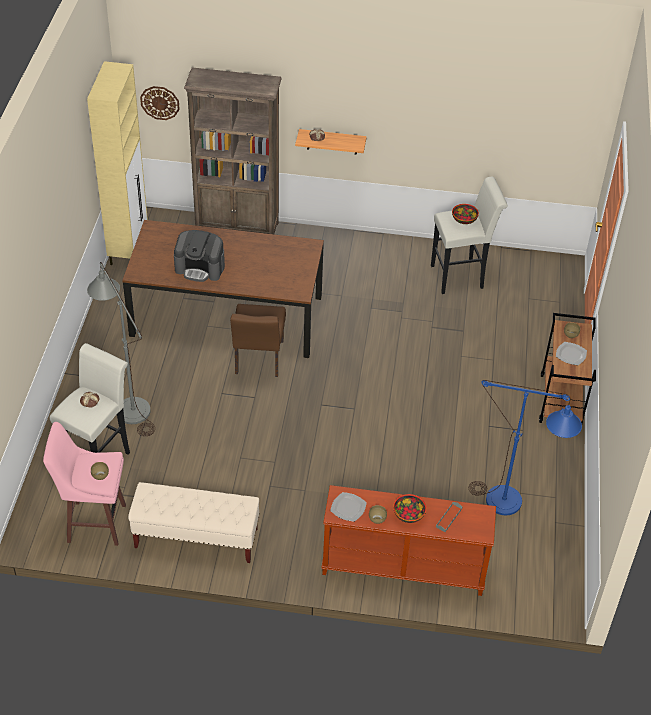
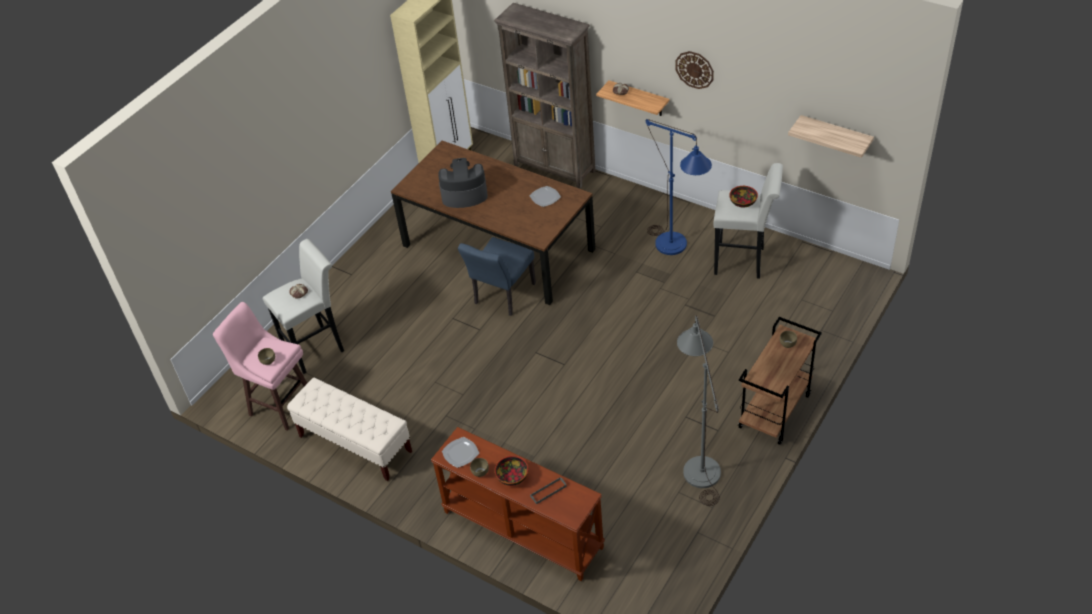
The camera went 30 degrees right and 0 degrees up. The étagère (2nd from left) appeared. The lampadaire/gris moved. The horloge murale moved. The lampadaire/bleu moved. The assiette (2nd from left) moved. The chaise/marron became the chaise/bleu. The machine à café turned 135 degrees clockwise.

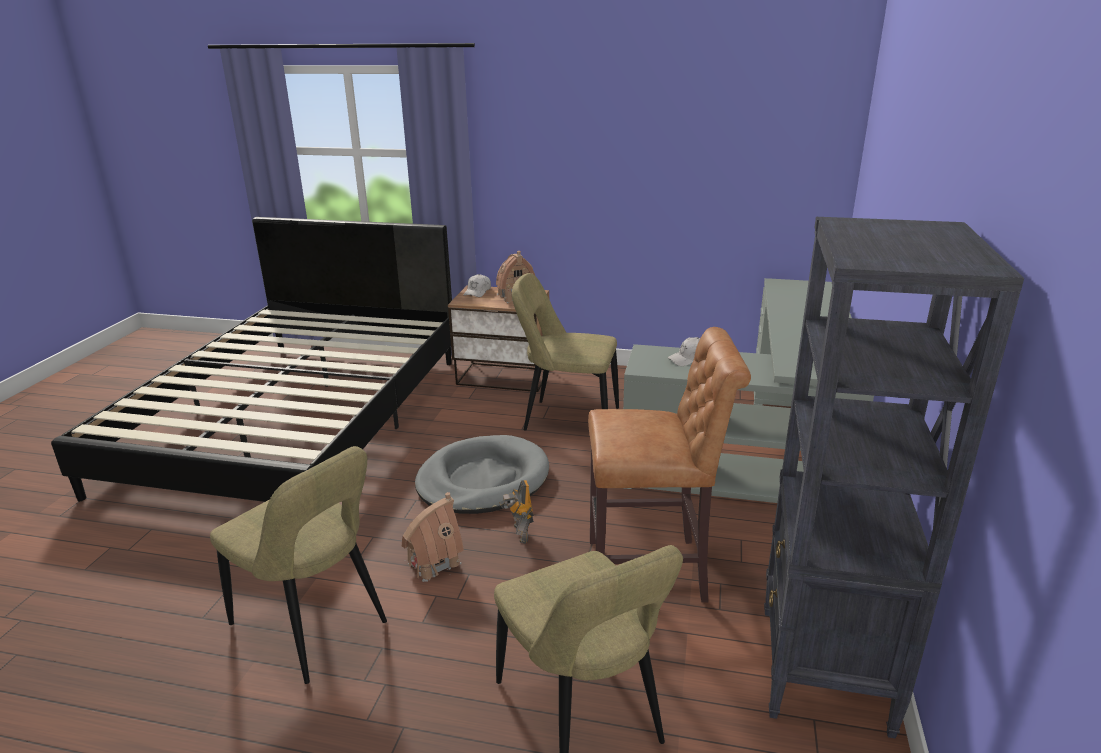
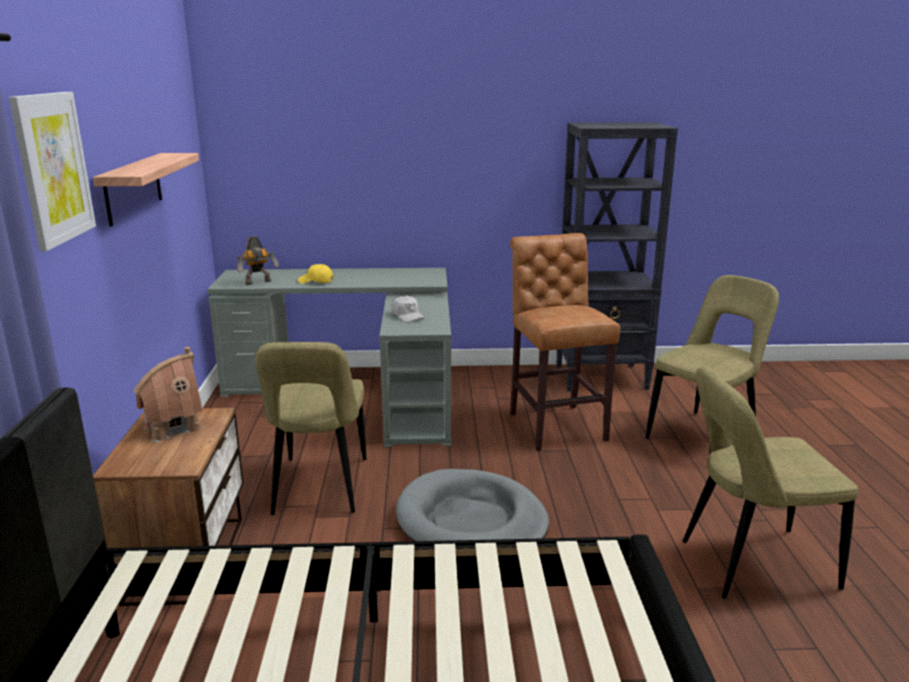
The camera went 105 degrees left and 5 degrees down. The maison miniature (1st from left) disappeared. The casquette/blanc (1st from left) disappeared. The tableau appeared. The étagère appeared. The casquette/jaune appeared. The robot jouet moved. The chaise/beige (1st from left in the first image) turned 120 degrees counterclockwise.

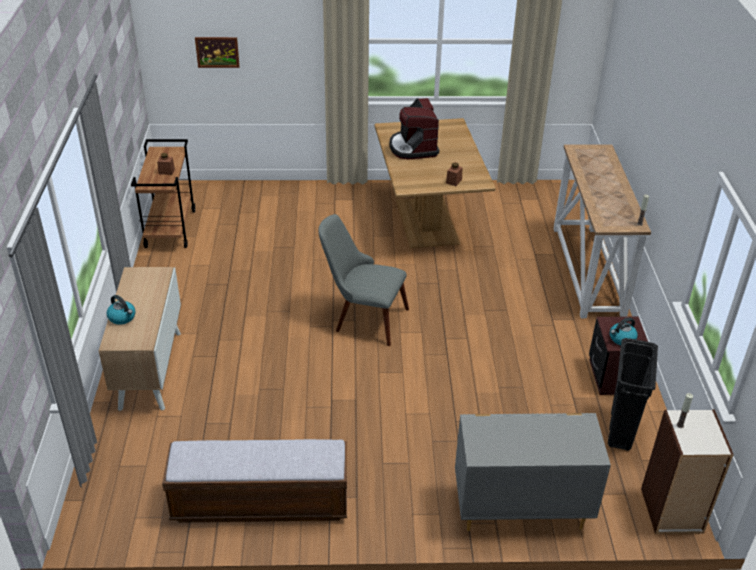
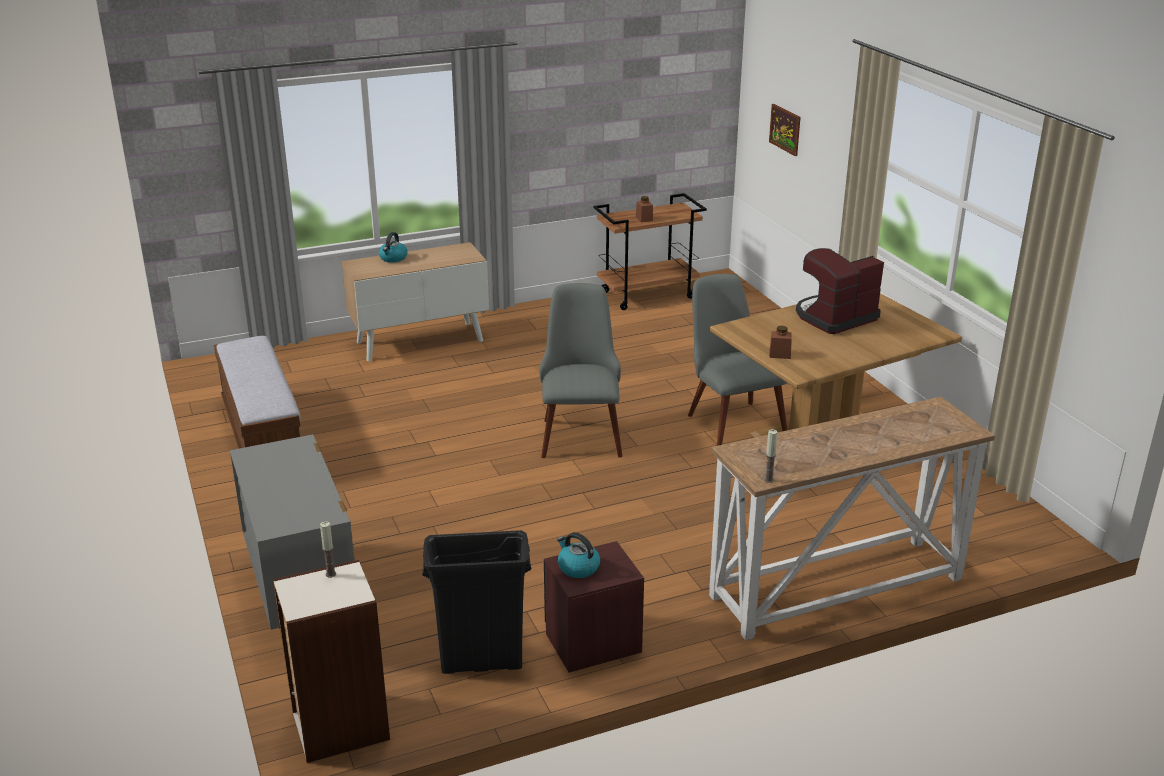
The camera went 70 degrees right and 10 degrees down. The chaise/gris (2nd from left) appeared.

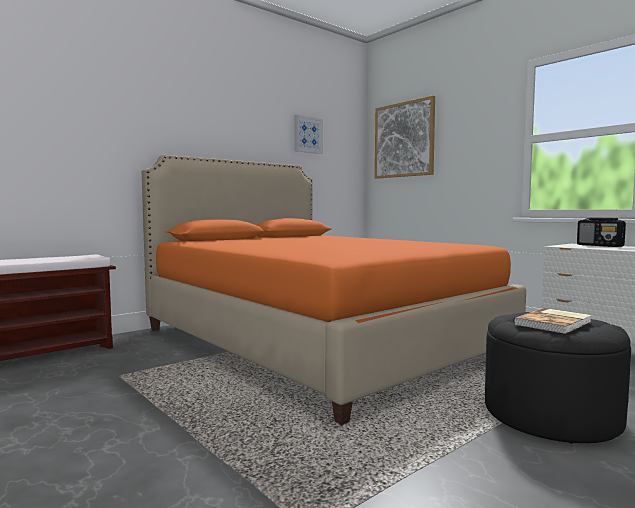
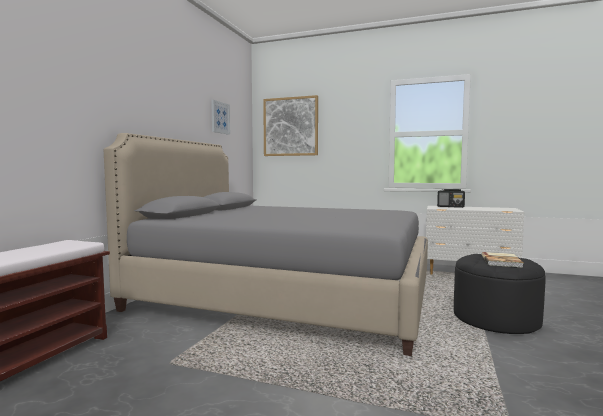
The camera went 30 degrees left and 0 degrees up. The lit/orange became the lit/gris.

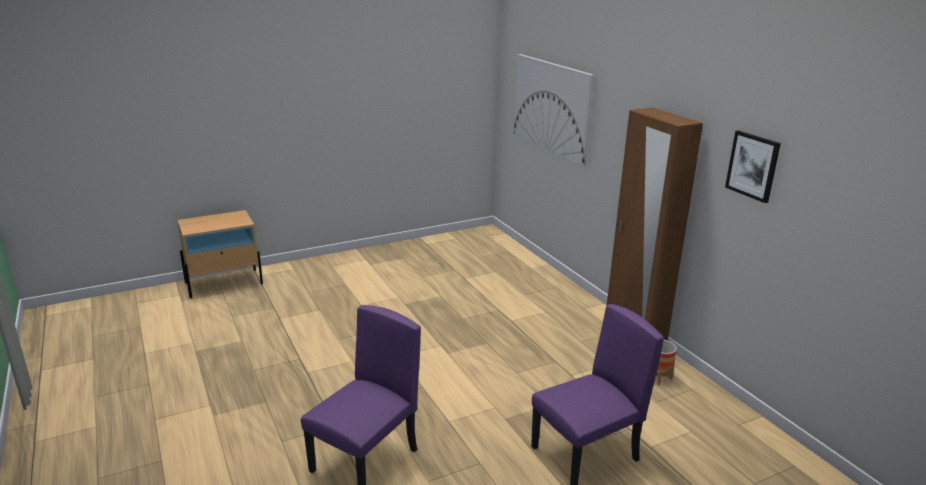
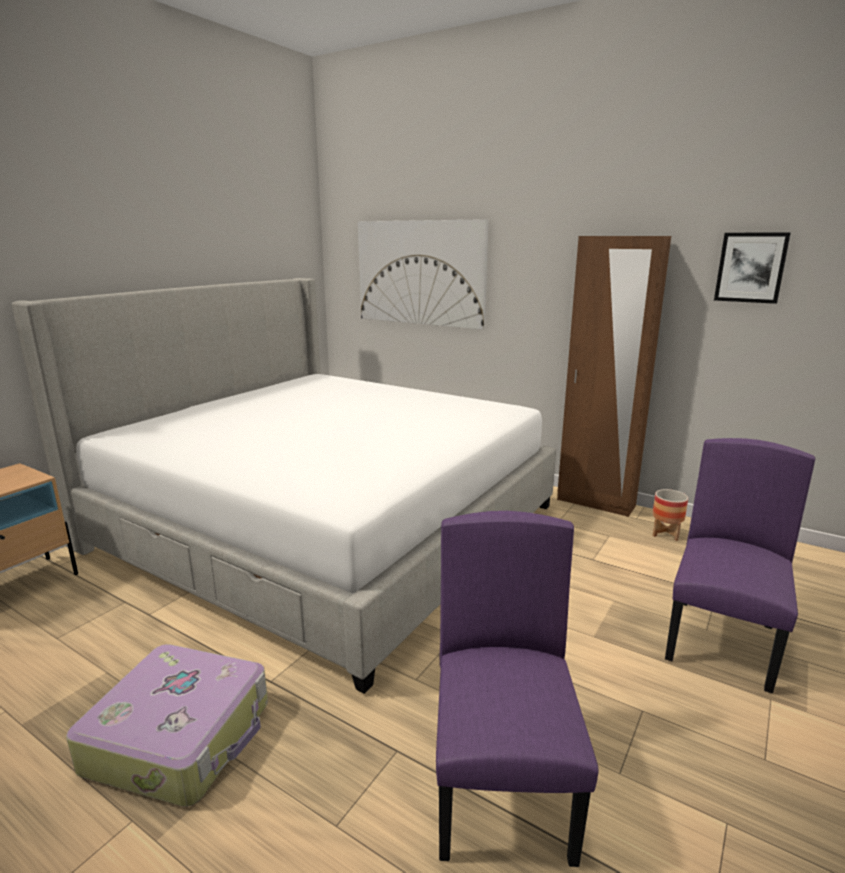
The camera went 30 degrees left and 5 degrees down. The lit appeared. The valise appeared.

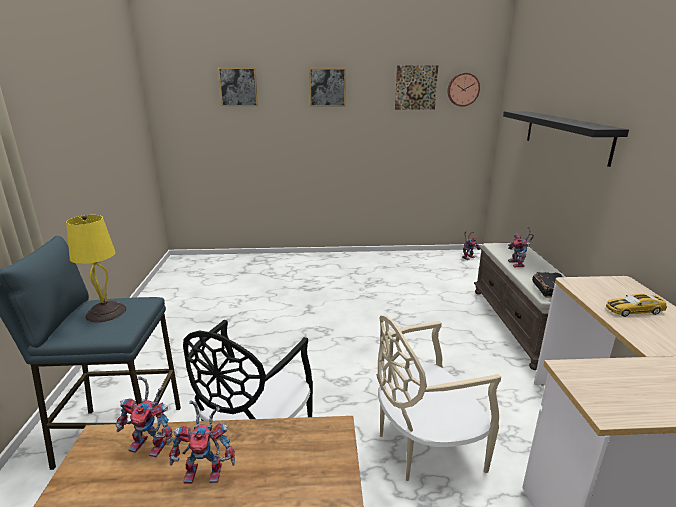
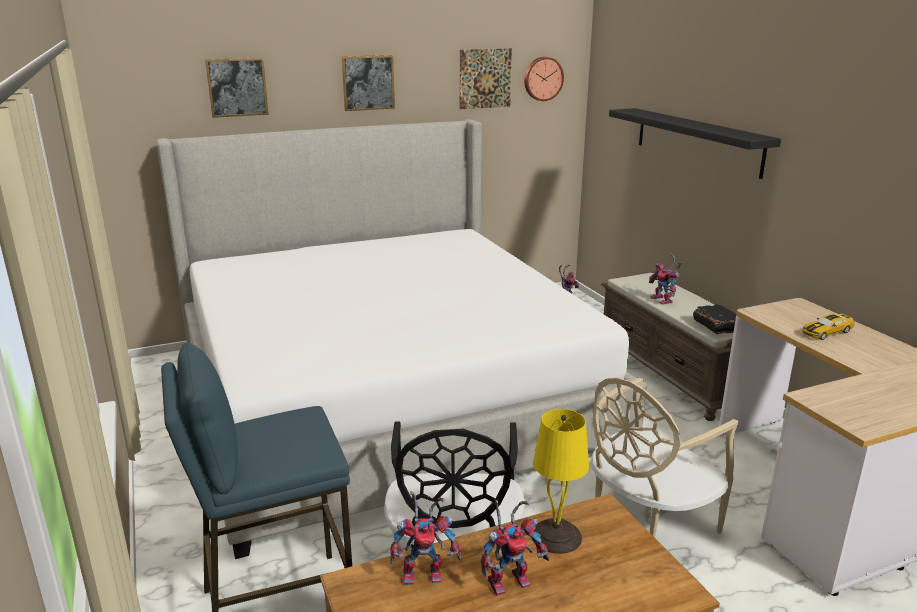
The camera went 20 degrees left and 0 degrees up. The lit appeared. The lampe de table/jaune moved.

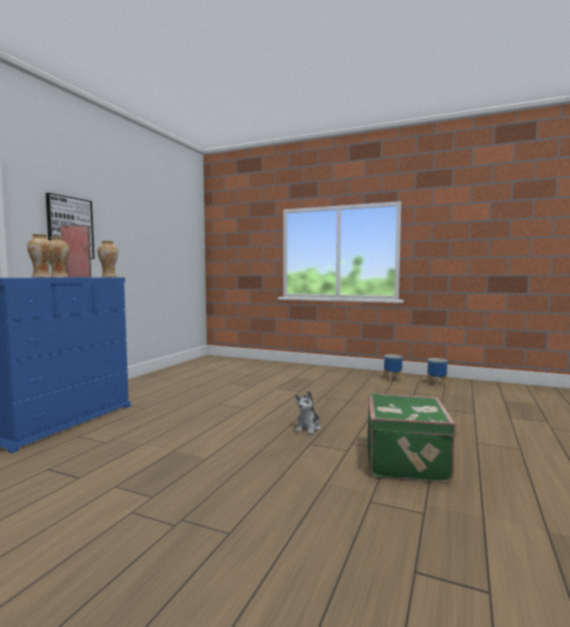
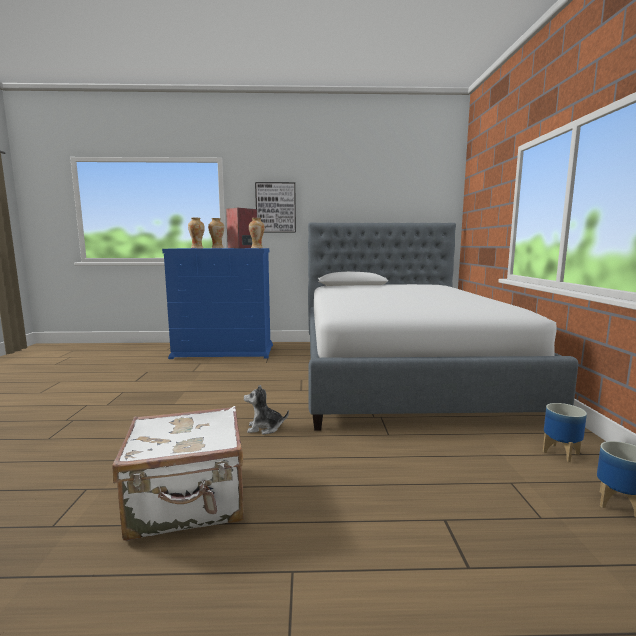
The camera went 65 degrees right and 5 degrees up. The lit appeared. The valise/vert became the valise/blanc.

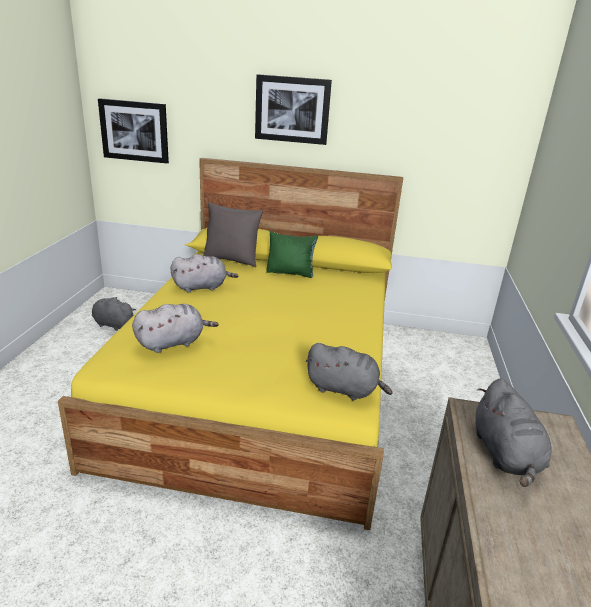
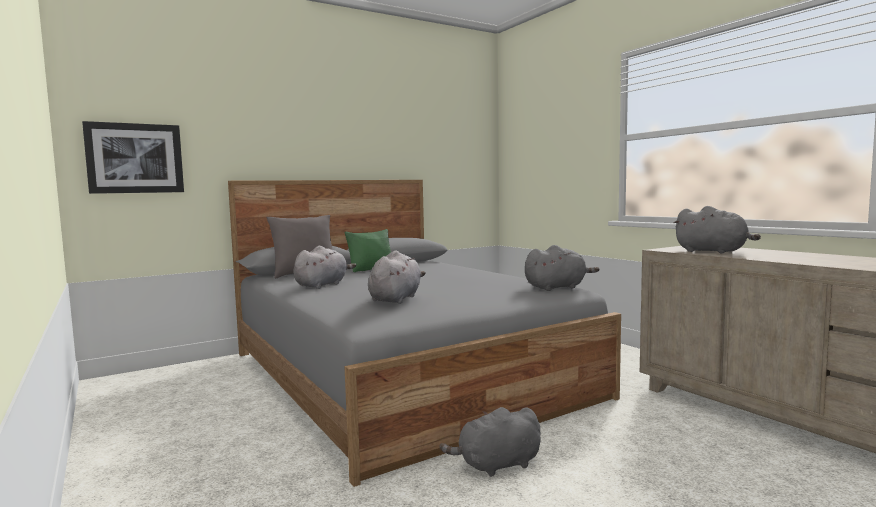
The camera went 40 degrees left and 20 degrees down. The tableau (2nd from left) disappeared. The peluche/gris (1st from left in the first image) moved. The lit/jaune became the lit/gris.

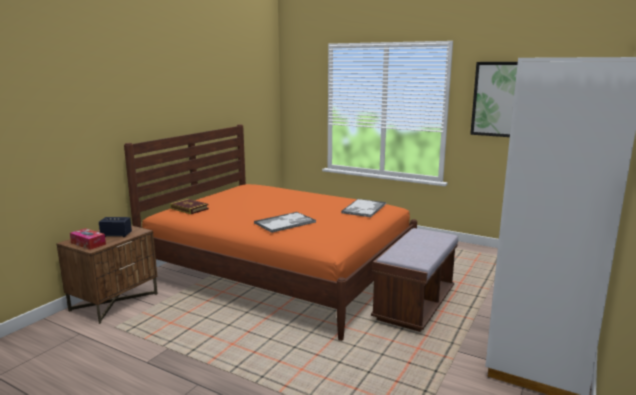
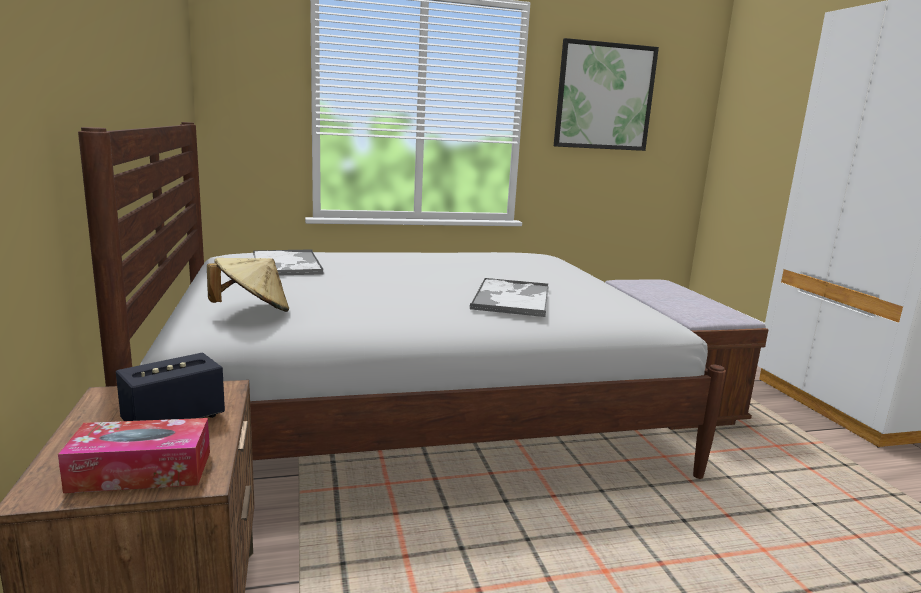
The camera went 45 degrees left and 0 degrees up. The plateau (2nd from left in the first image) moved. The livre was replaced by the chapeau/beige. The lit/orange became the lit/blanc.

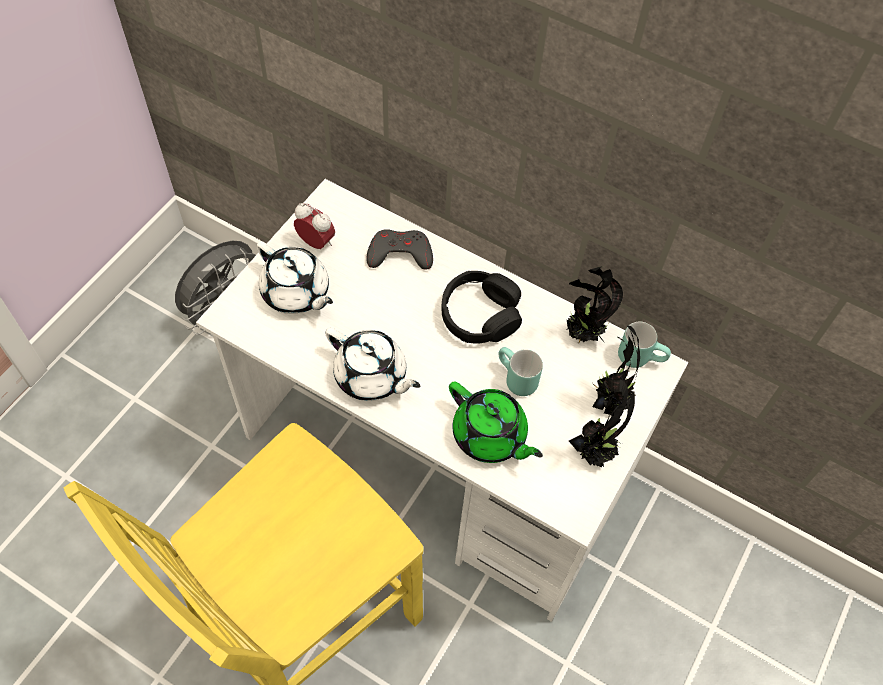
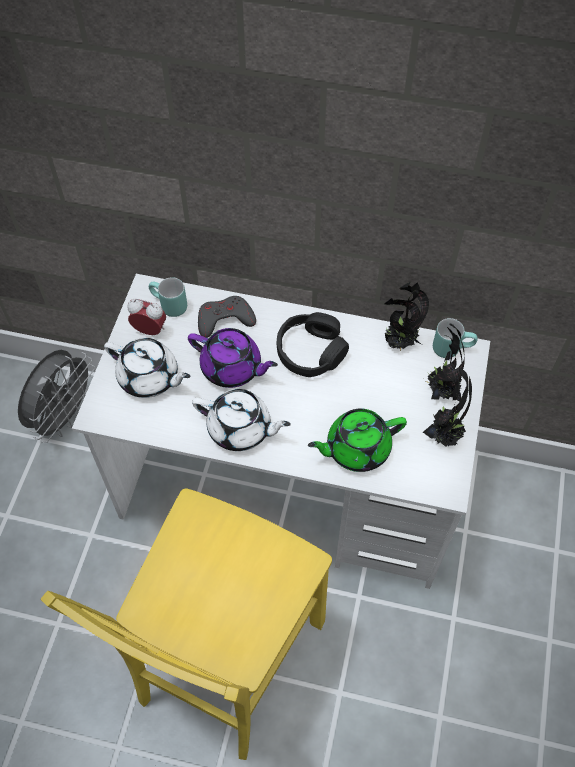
The camera went 15 degrees left and 0 degrees up. The théière/violet appeared. The mug/turquoise (1st from left) moved. The théière/vert turned 135 degrees clockwise.

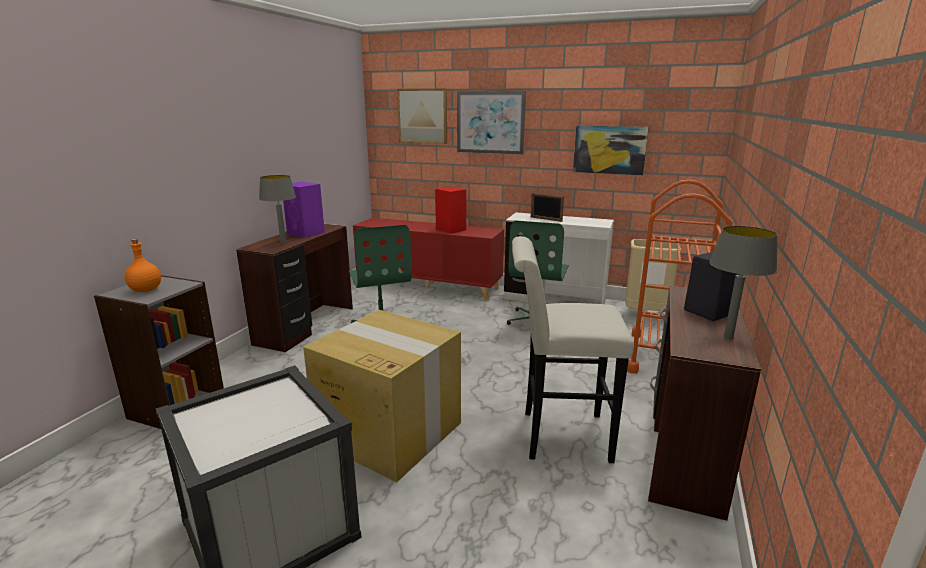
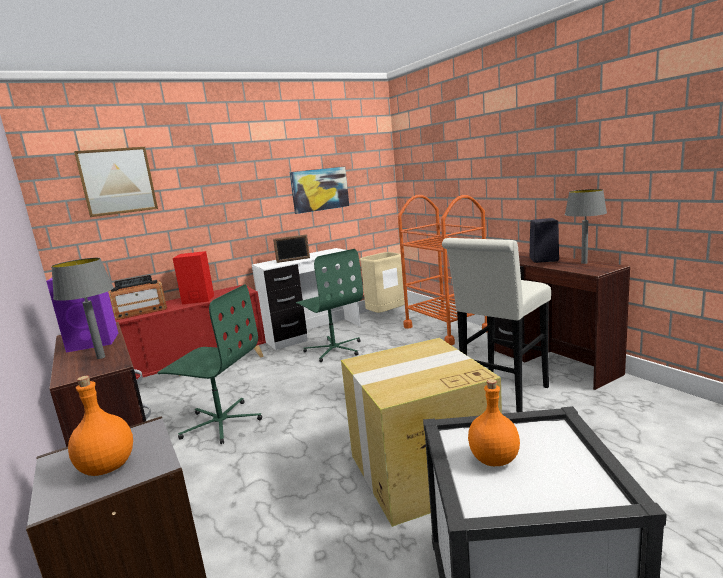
The camera went 50 degrees left and 5 degrees down. The tableau (2nd from left) disappeared. The radio appeared. The bouteille/orange (2nd from left) appeared.

